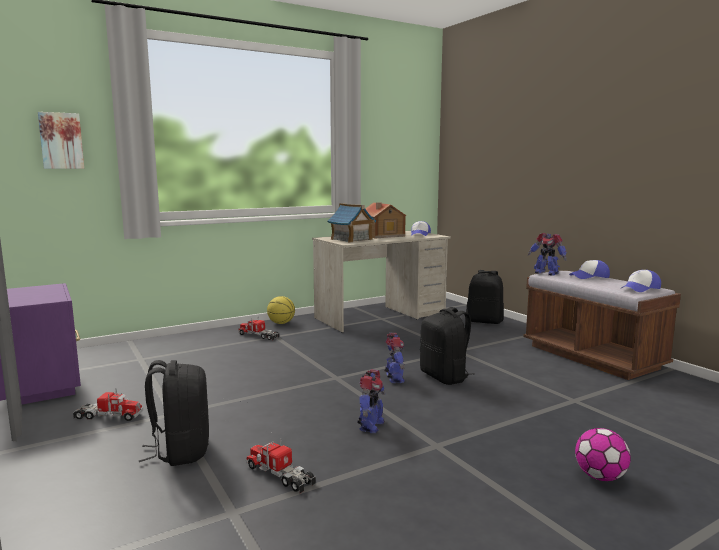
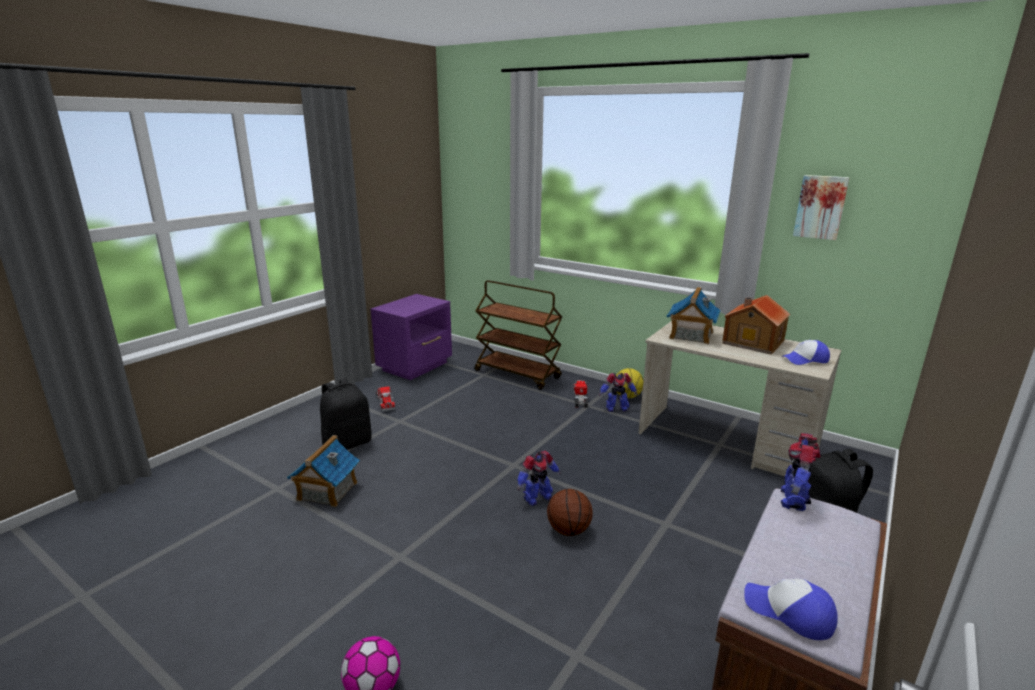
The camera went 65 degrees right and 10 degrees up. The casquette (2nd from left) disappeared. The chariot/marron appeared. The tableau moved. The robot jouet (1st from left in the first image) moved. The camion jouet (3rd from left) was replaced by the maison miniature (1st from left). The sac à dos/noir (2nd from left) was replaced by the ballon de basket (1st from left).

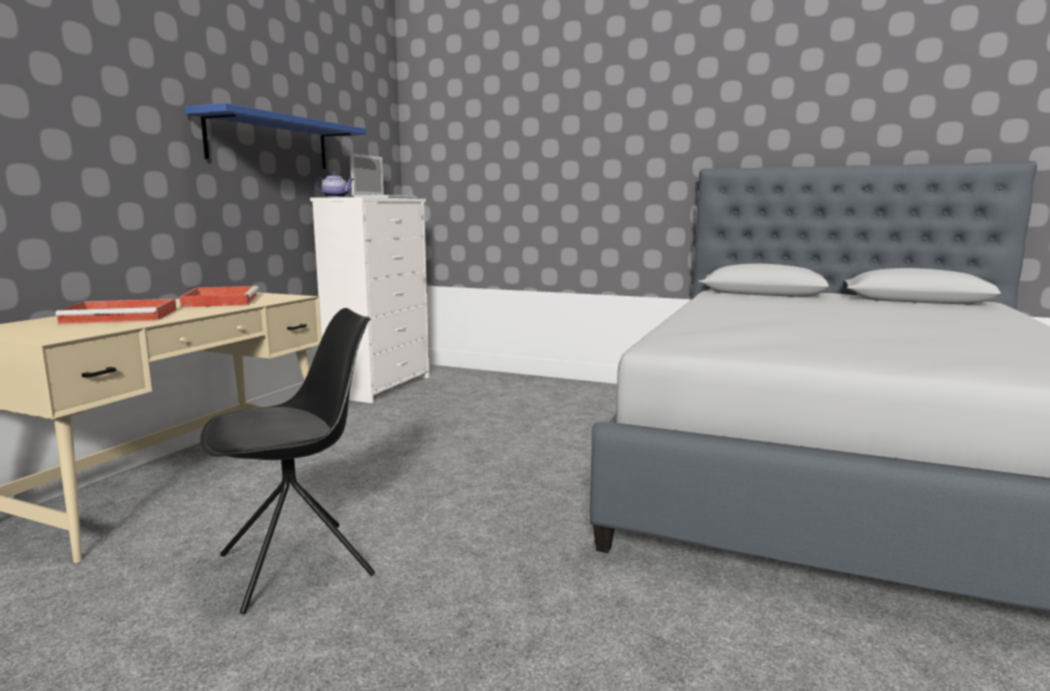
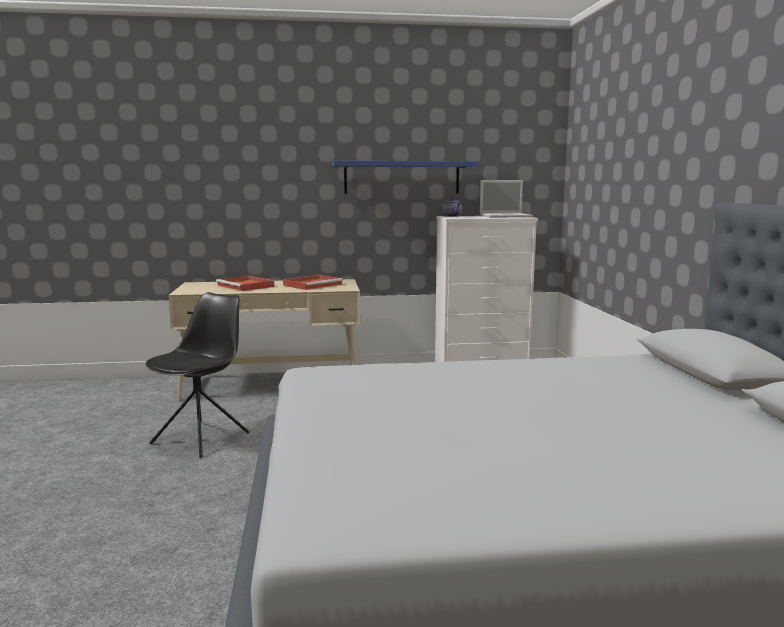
The camera went 60 degrees right and 0 degrees up. The chaise/noir turned 90 degrees counterclockwise.

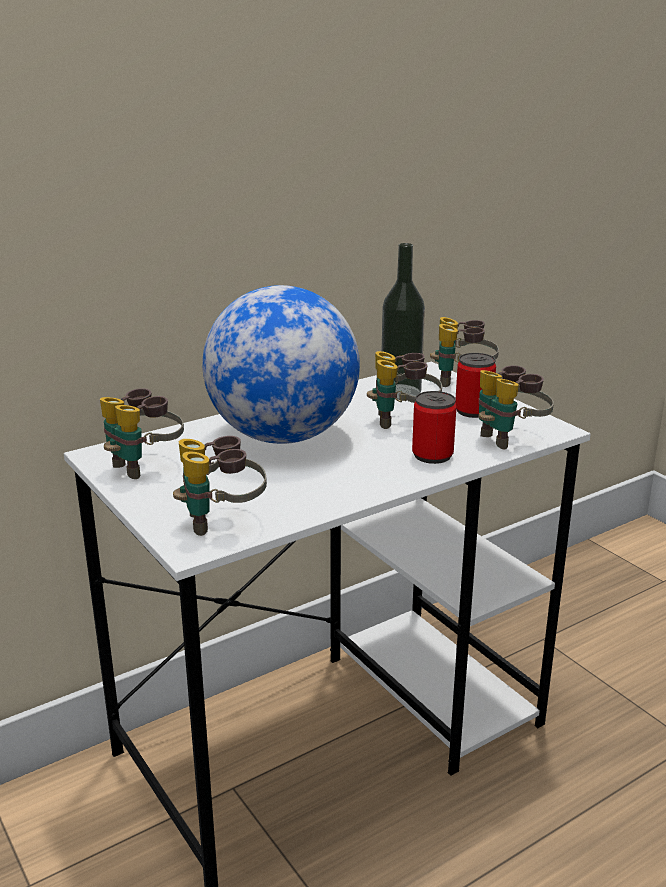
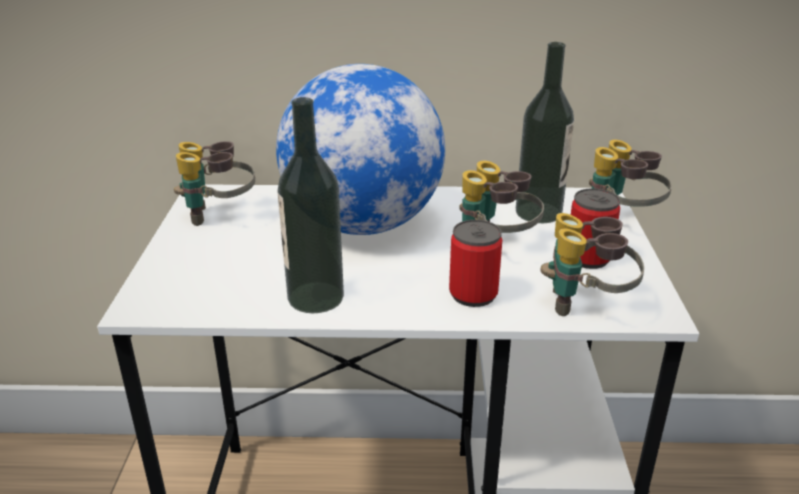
The camera went 35 degrees right and 5 degrees up. The jumelles (2nd from left) disappeared. The bouteille (1st from left) appeared.

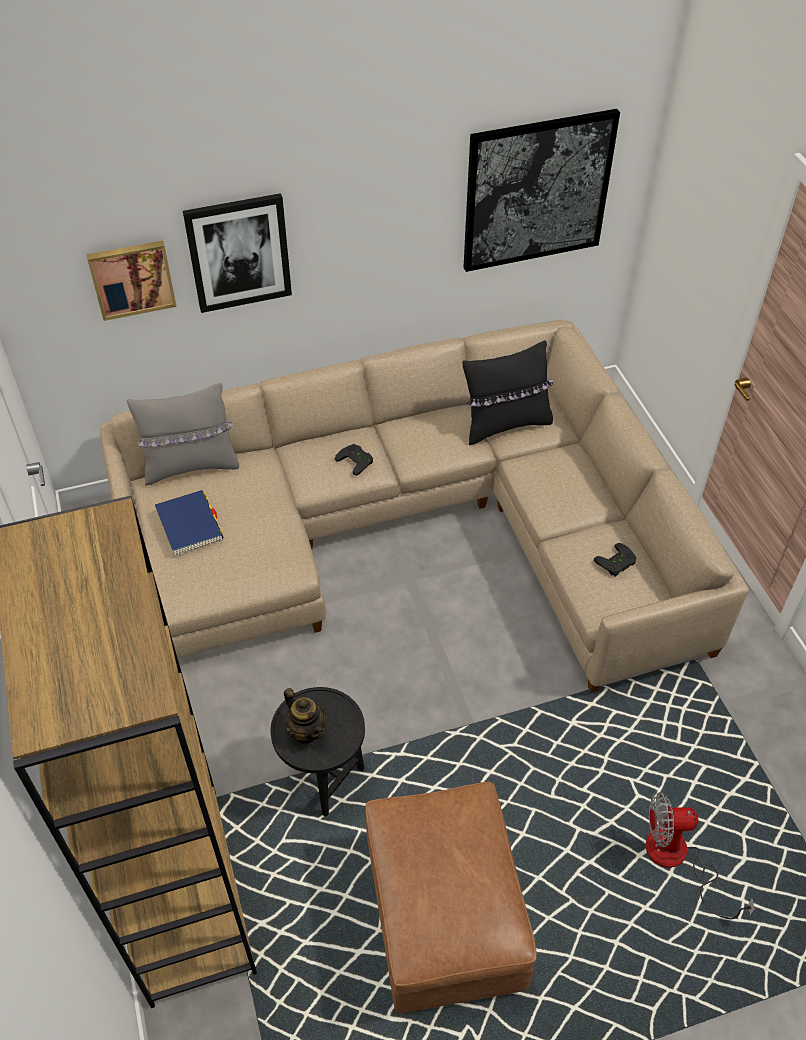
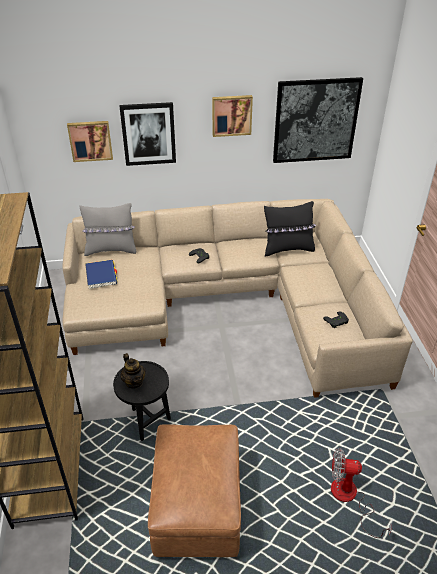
The camera went 10 degrees right and 10 degrees down. The tableau (3rd from left) appeared.

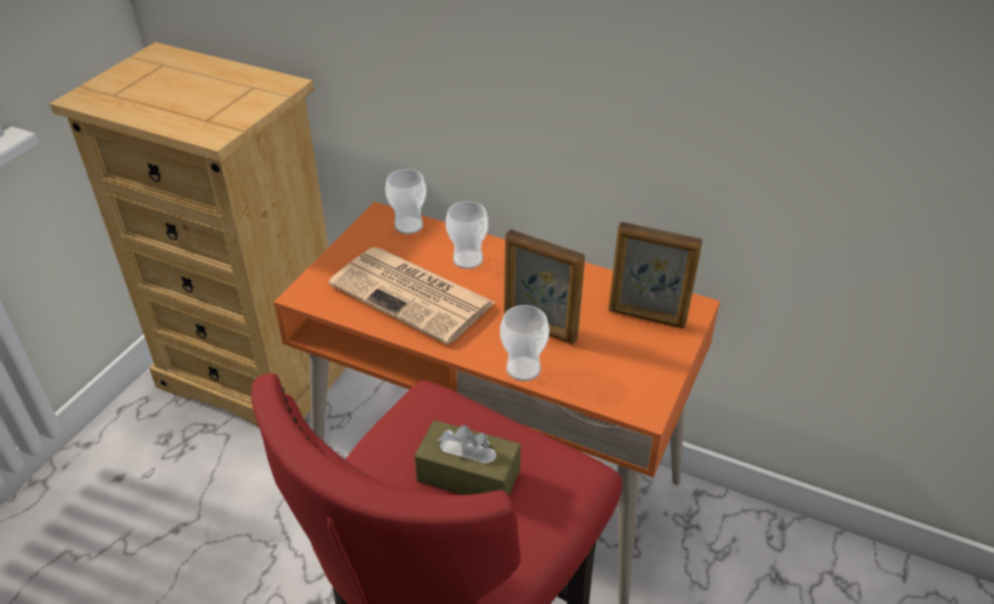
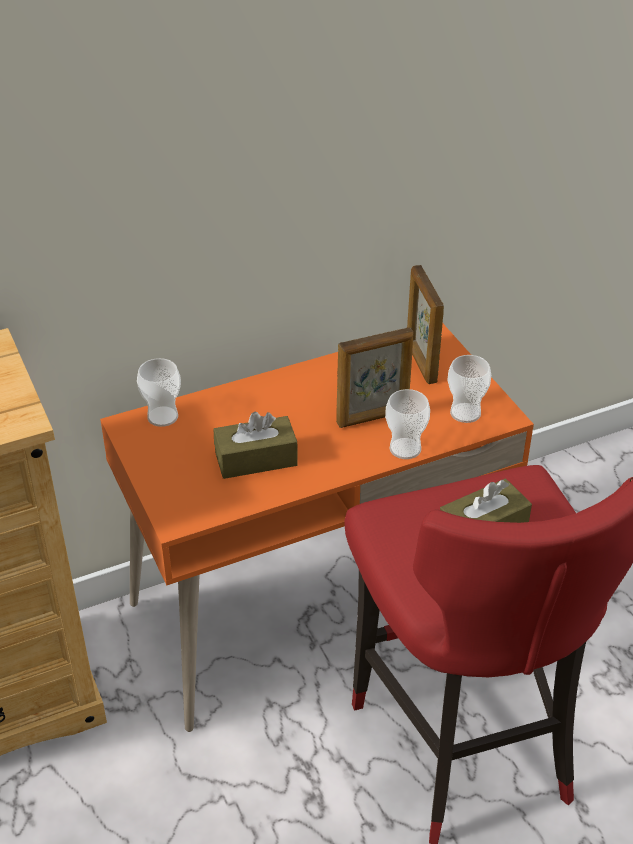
The camera went 50 degrees left and 0 degrees up. The tasse (2nd from left in the first image) moved. The journal was replaced by the boîte à mouchoirs/marron (1st from left). The cadre photo (2nd from left) turned 105 degrees clockwise.

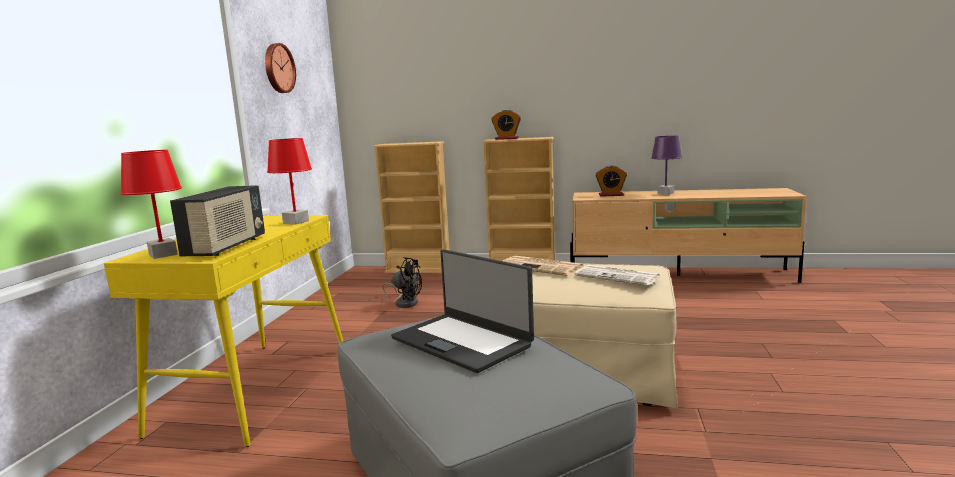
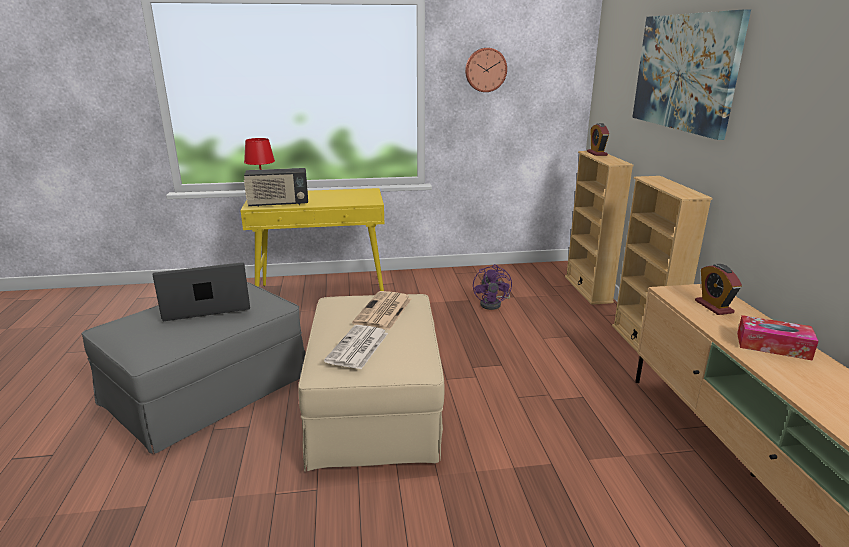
The camera went 70 degrees right and 10 degrees up. The lampe de table/rouge (2nd from left) disappeared. The tableau appeared. The réveil (1st from left) moved. The lampe de table/violet was replaced by the boîte à mouchoirs. The ventilateur/noir became the ventilateur/violet. The ordinateur portable turned 45 degrees clockwise.

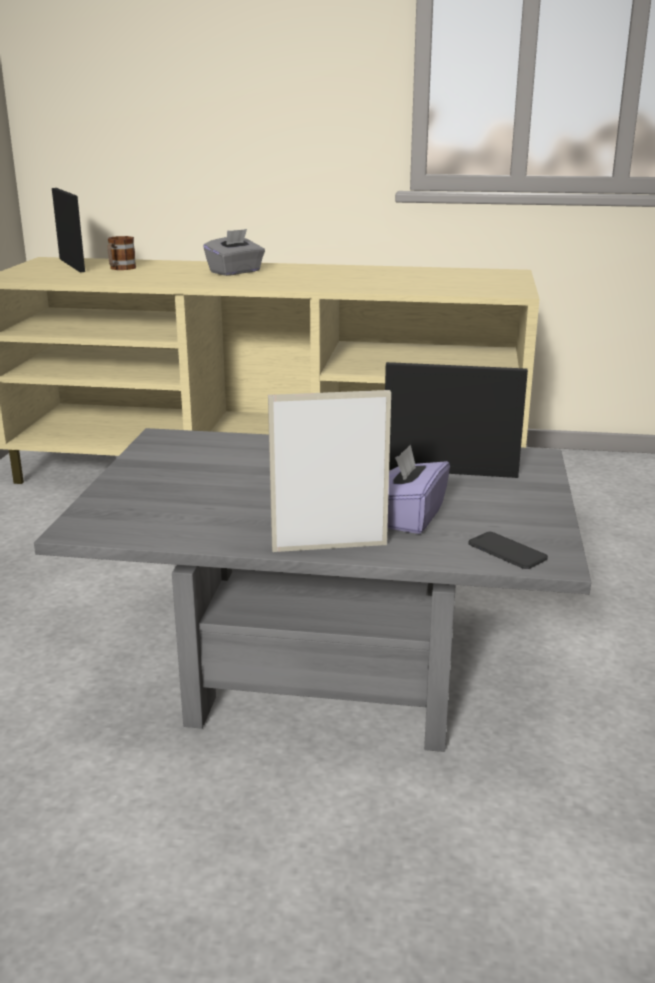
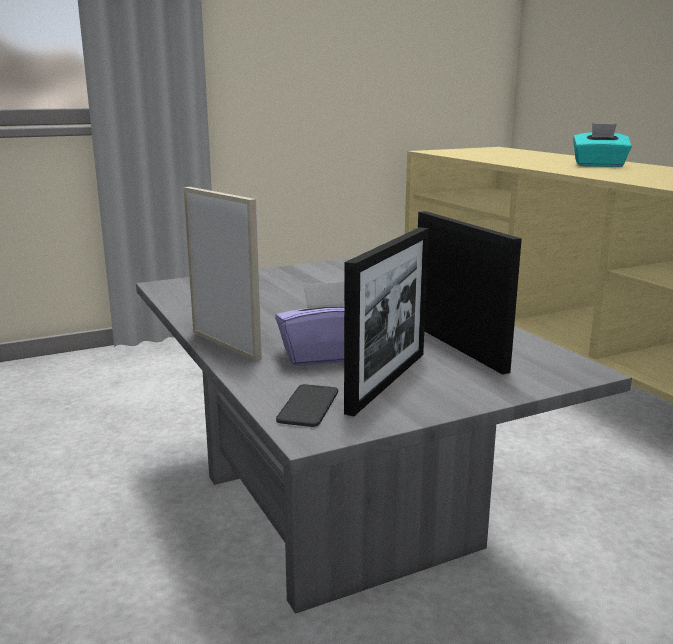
The camera went 55 degrees right and 5 degrees down. The mug disappeared. The cadre photo (1st from left in the first image) moved. The boîte à mouchoirs/gris became the boîte à mouchoirs/turquoise.

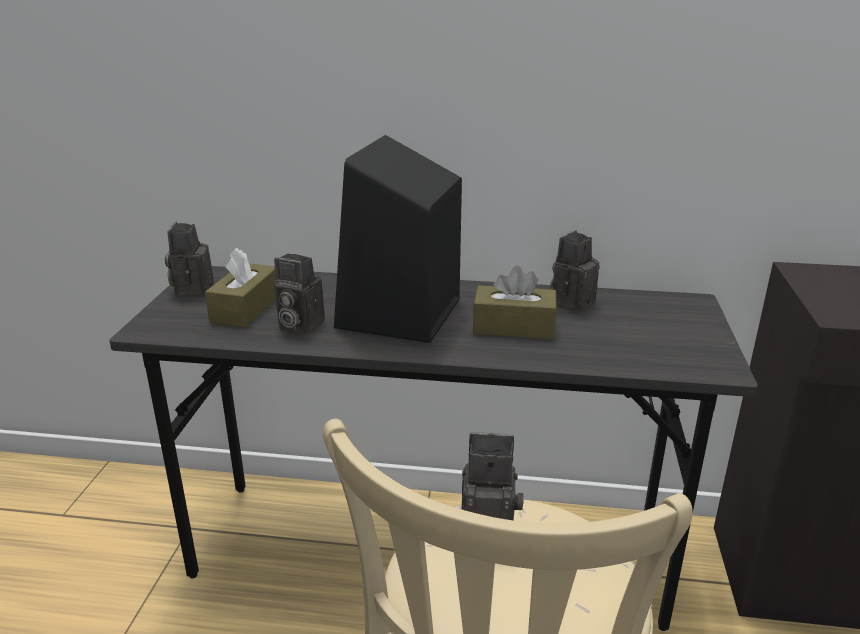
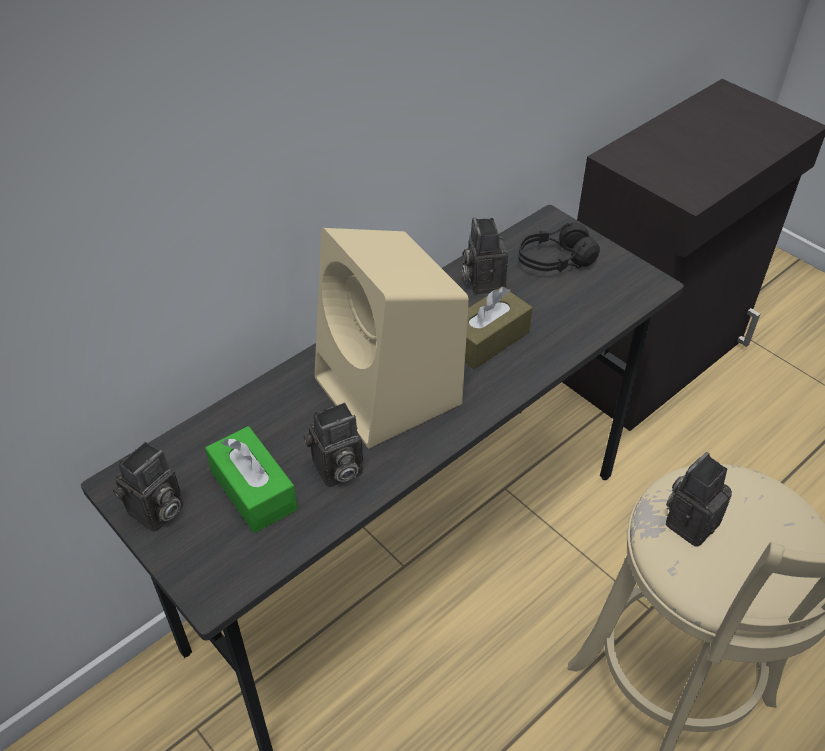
The camera went 50 degrees left and 20 degrees up. The casque audio/noir appeared. The boîte à mouchoirs/marron (1st from left) became the boîte à mouchoirs/vert. The enceinte/noir became the enceinte/beige. The appareil photo (1st from left) turned 90 degrees counterclockwise.

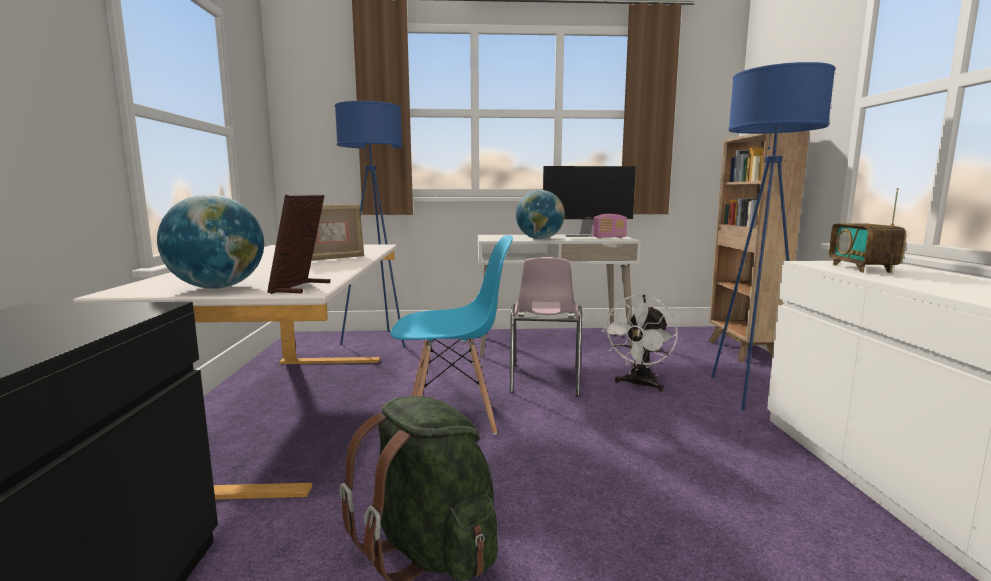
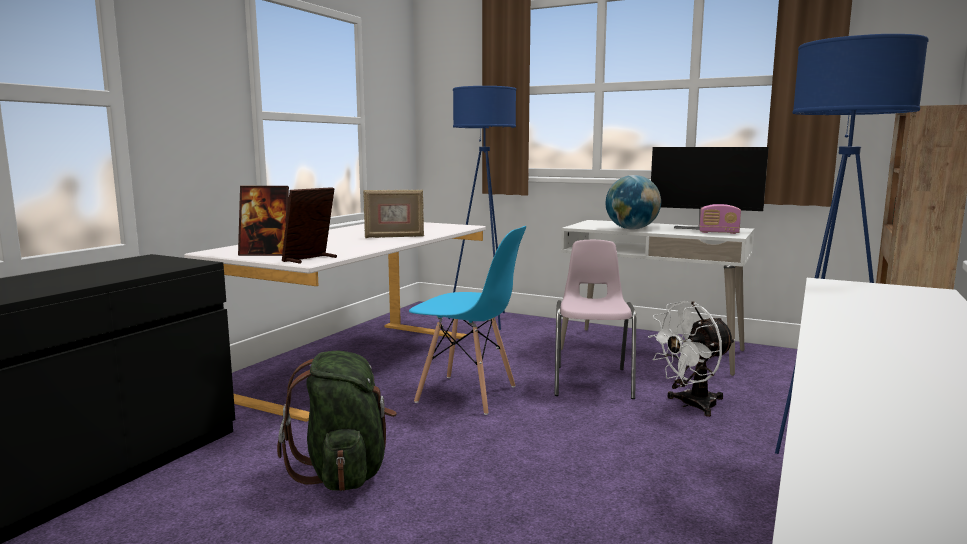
The camera went 30 degrees right and 0 degrees up. The radio (2nd from left) disappeared. The globe (1st from left) was replaced by the cadre photo (1st from left). The chaise/rose turned 150 degrees clockwise.

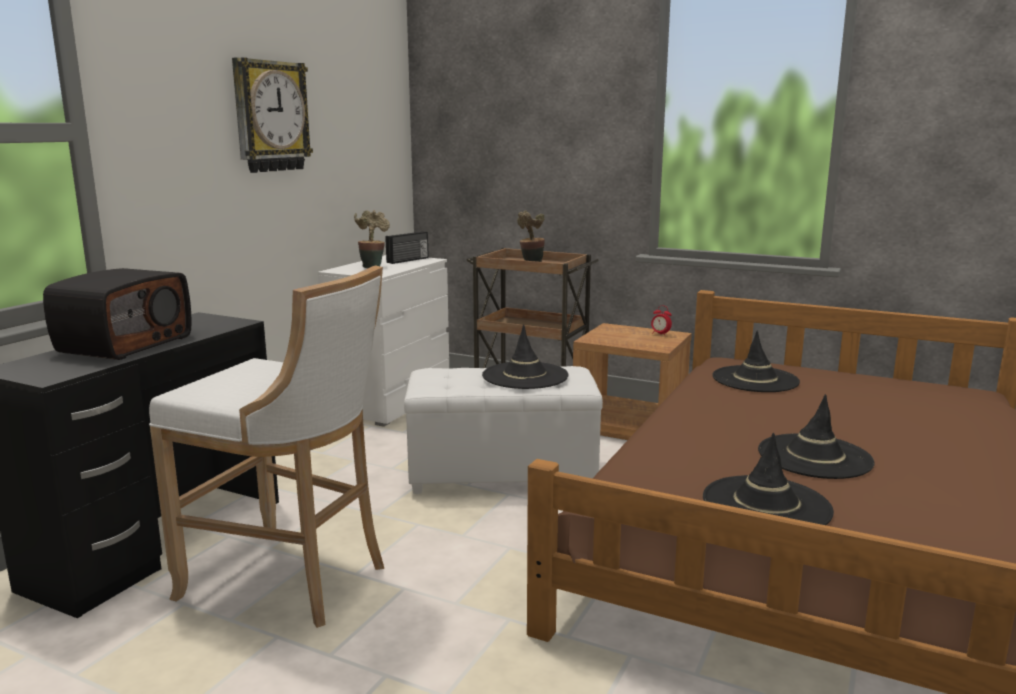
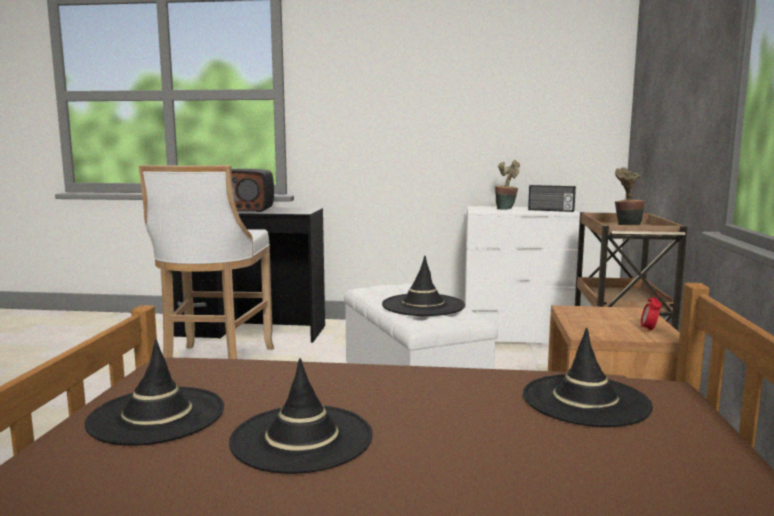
The camera went 70 degrees right and 5 degrees down. The horloge murale disappeared.

